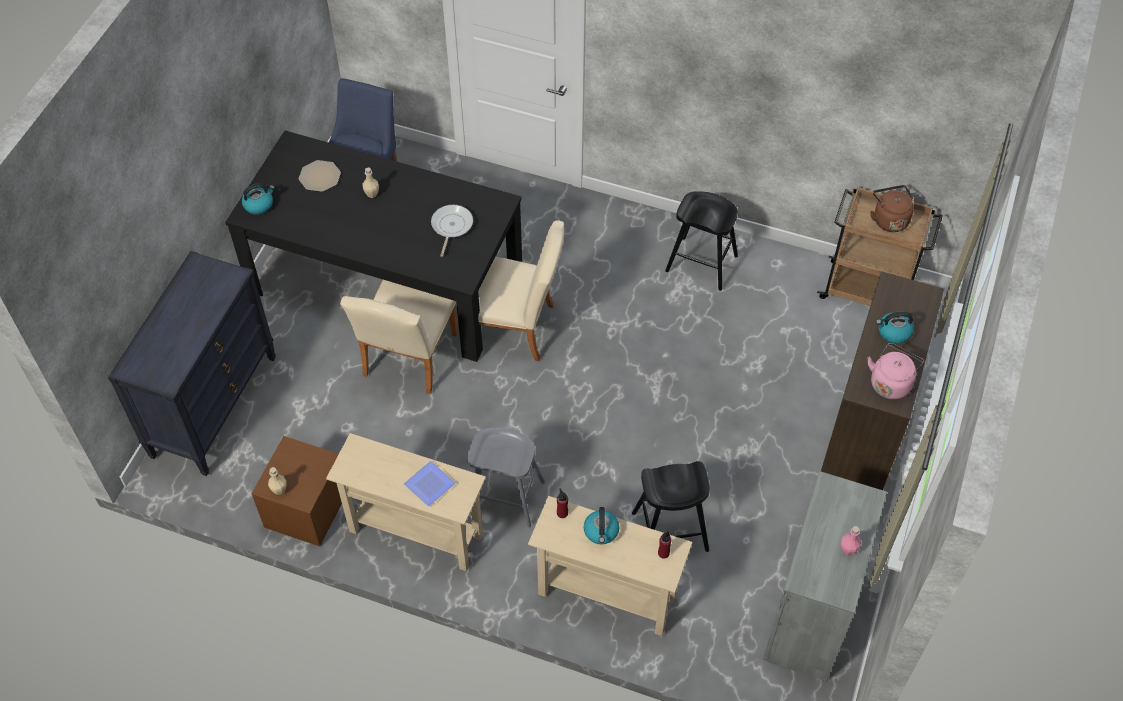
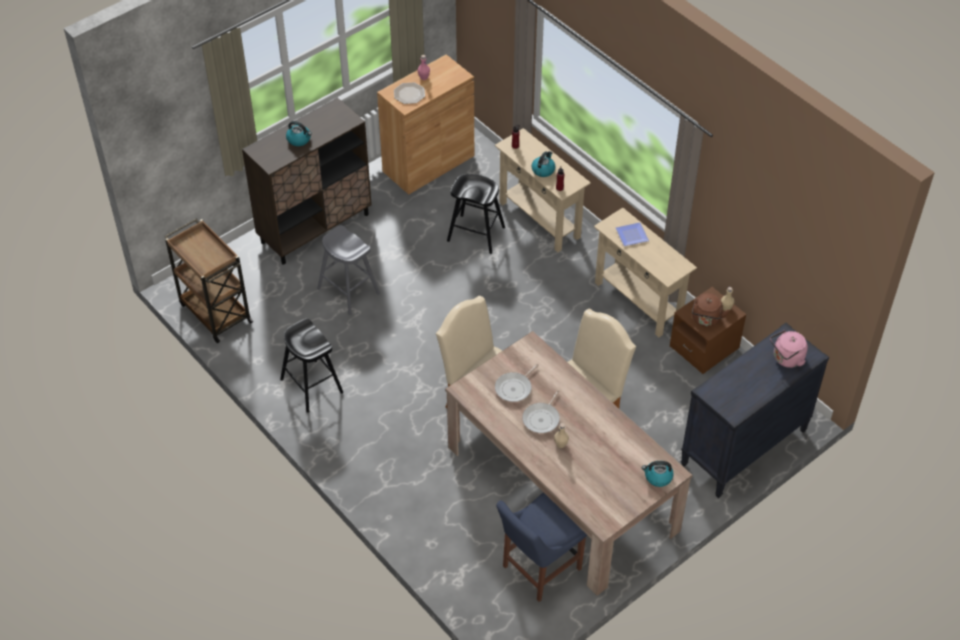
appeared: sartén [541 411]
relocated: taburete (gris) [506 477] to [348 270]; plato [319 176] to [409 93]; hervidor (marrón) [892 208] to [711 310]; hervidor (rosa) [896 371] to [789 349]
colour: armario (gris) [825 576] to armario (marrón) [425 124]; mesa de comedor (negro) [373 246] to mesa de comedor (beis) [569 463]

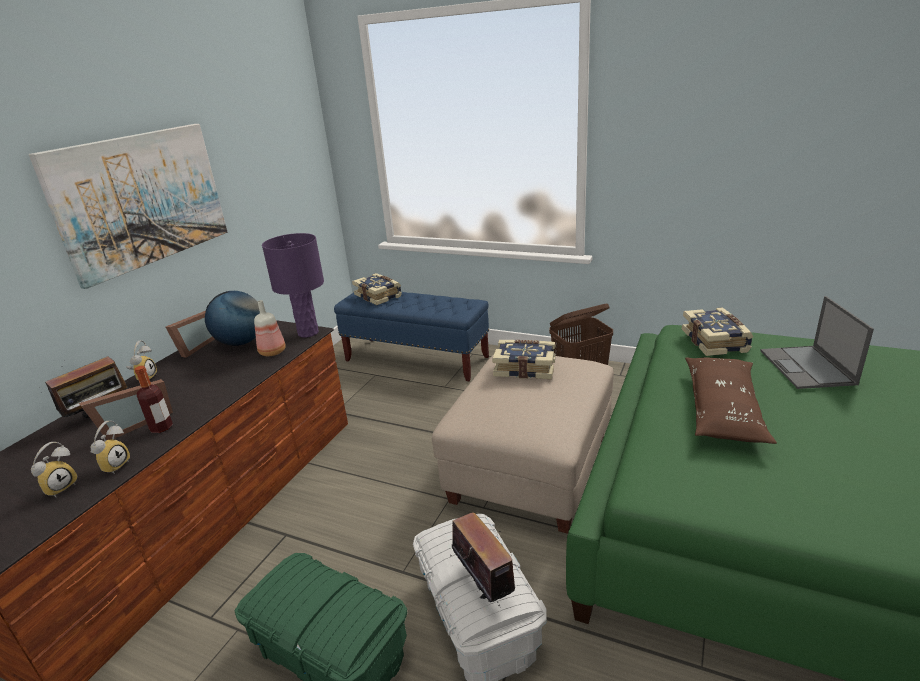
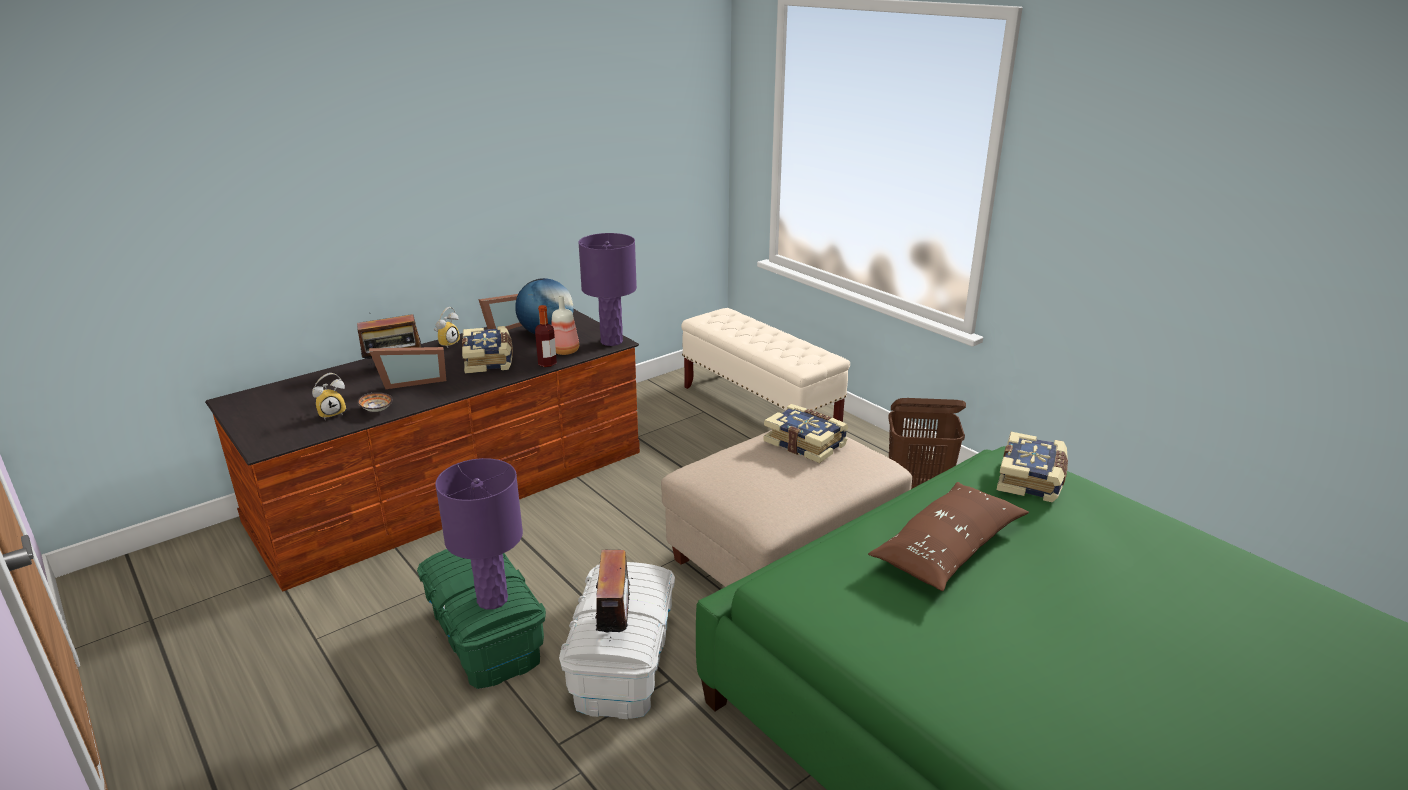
missing: cuadro [128 206]; portátil [817 342]
appeared: lámpara de mesa (morado) [479 534]
relocated: libro [377 289] to [487 350]; botella [154 399] to [546 336]
exchanged: despertador [110 447] to cuenco [375 402]
colour: banco (azul) [411 336] to banco (beis) [765 365]

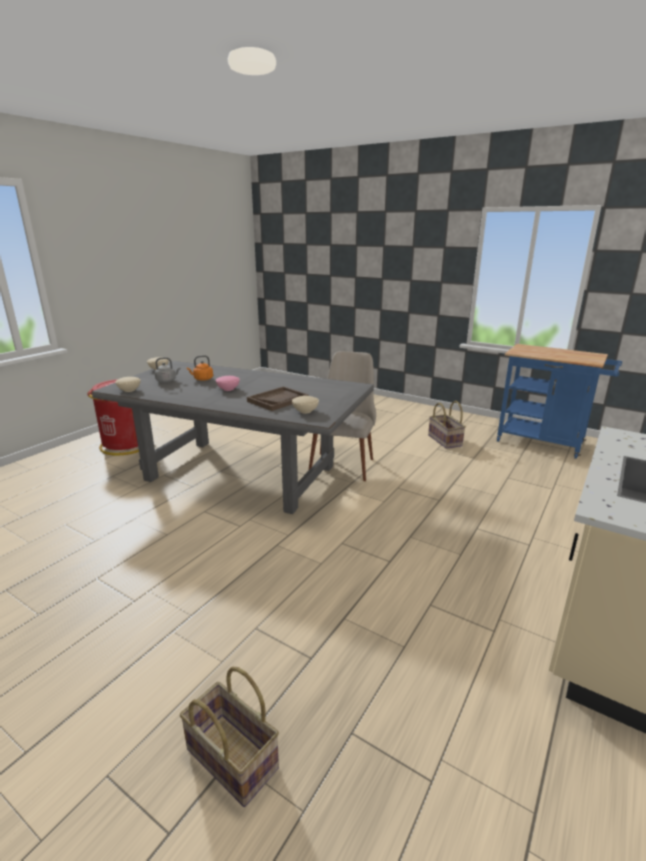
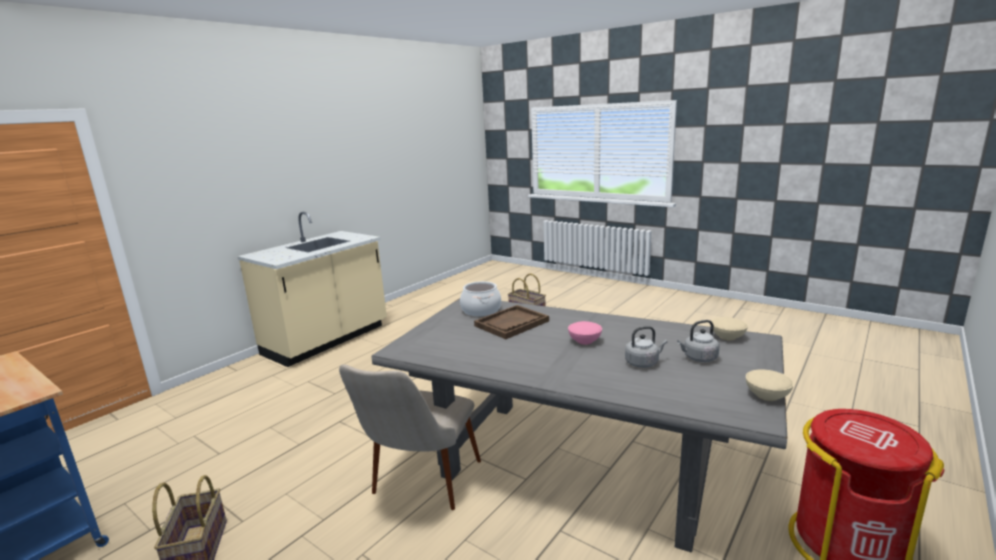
exchanged: cuenco (beis) [305 405] to olla [480 298]
colour: hervidor (naranja) [200 368] to hervidor (gris) [646 347]

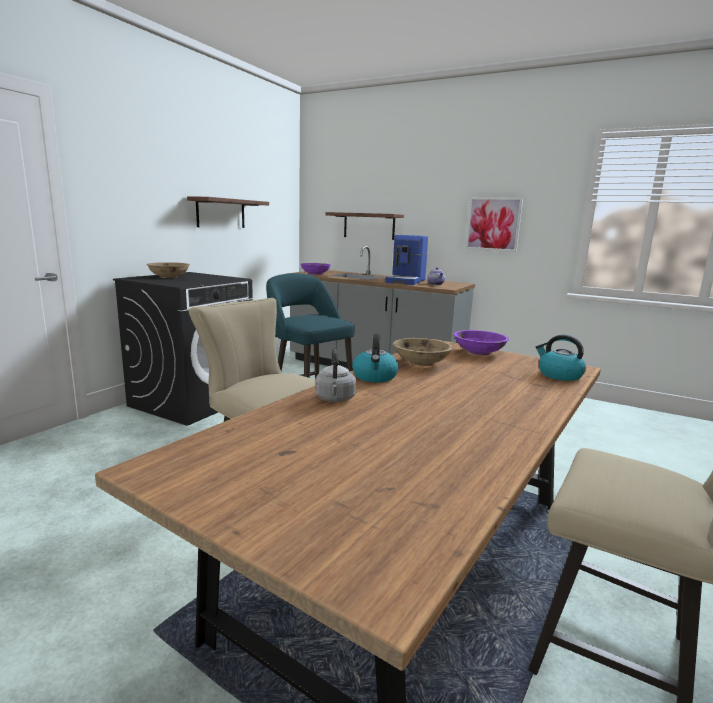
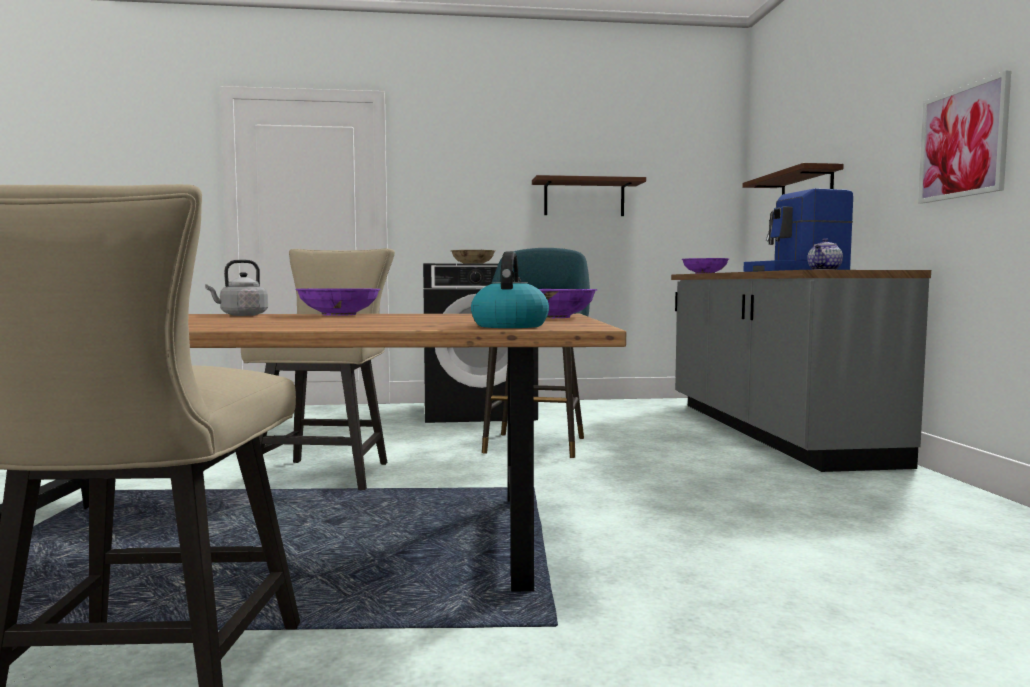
missing: cuenco (beis) [423 352]
exchanged: hervidor [375 358] to cuenco (morado) [338 302]

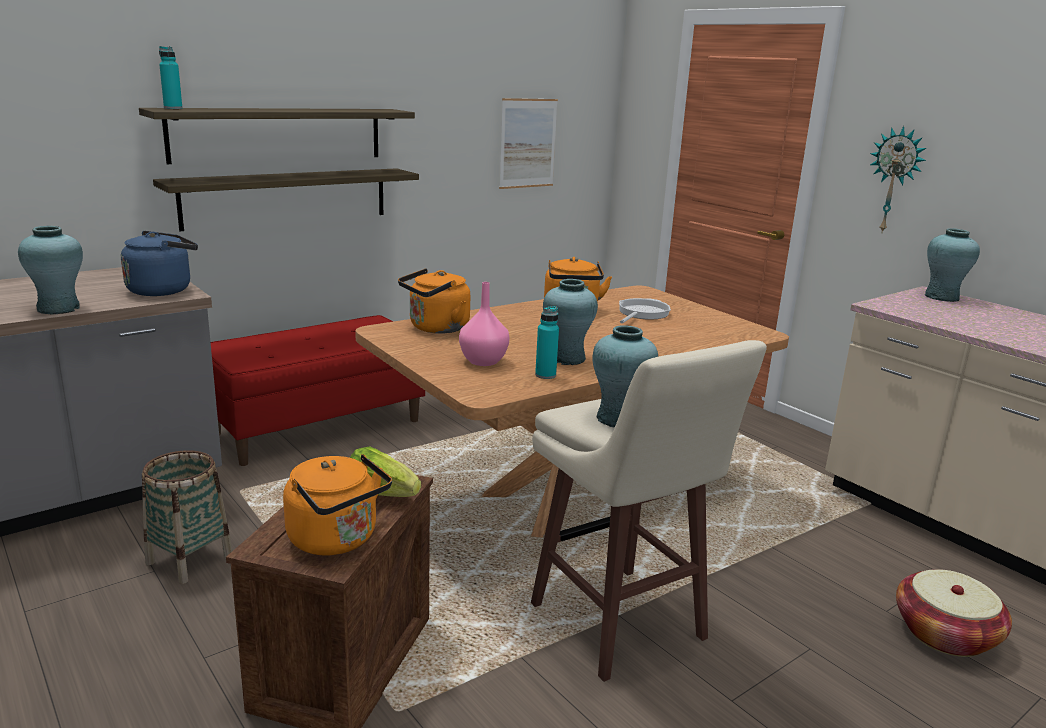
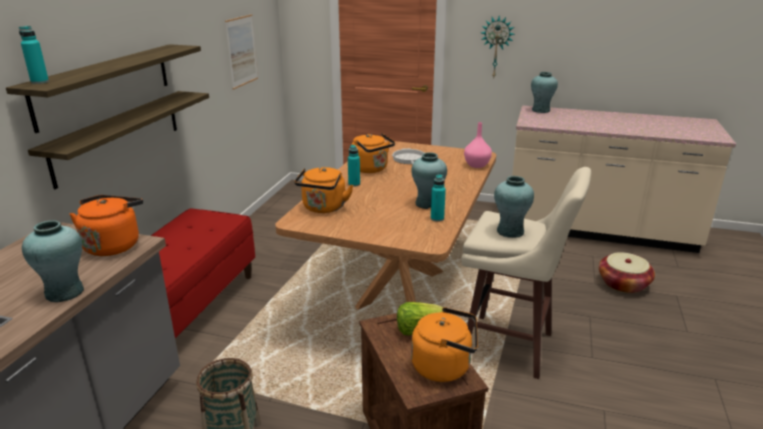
appeared: botella (turquesa) [354 166]
relocated: florero (rosa) [484 324] to [478 145]
colour: hervidor (azul) [159 263] to hervidor (naranja) [106 225]

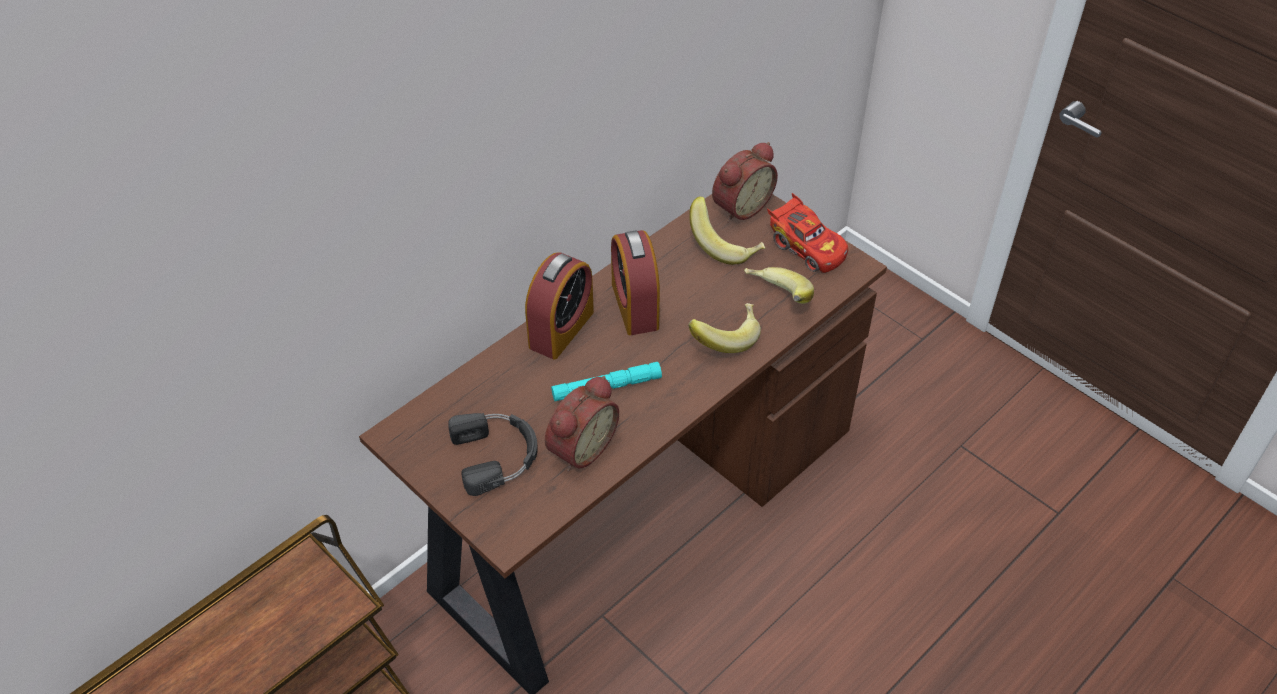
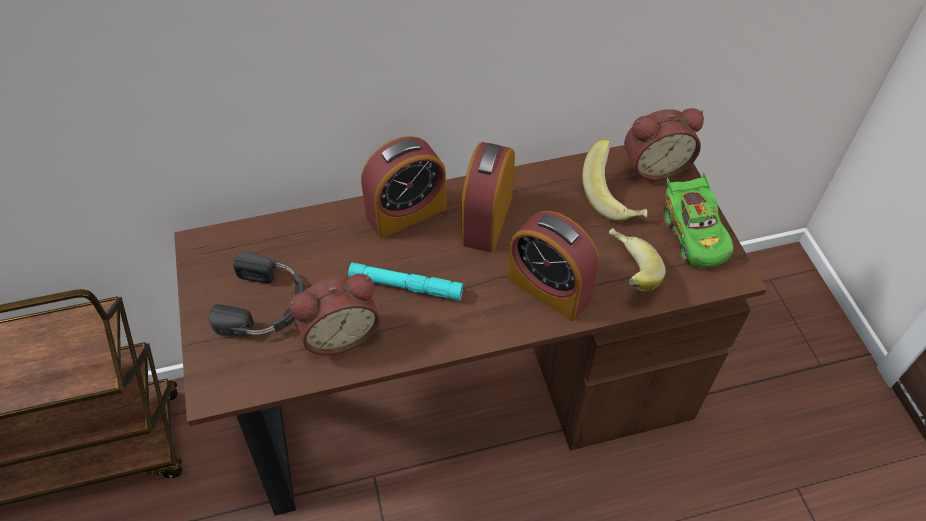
exchanged: plátano [724 328] to despertador [554 266]
colour: coche de juguete (rojo) [807 233] to coche de juguete (verde) [698 220]

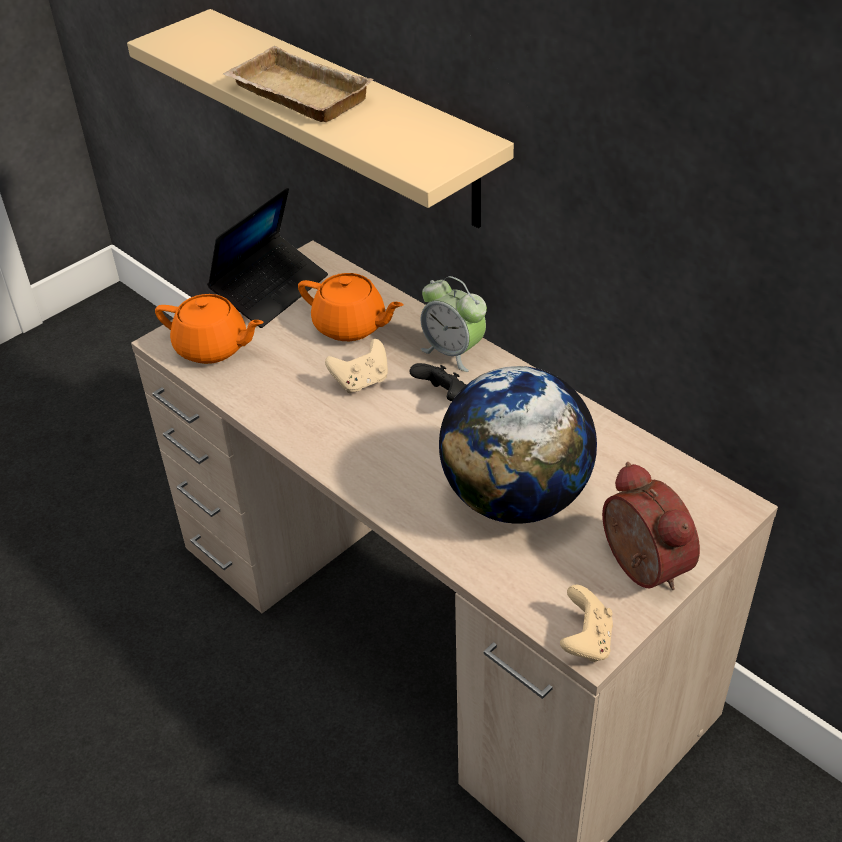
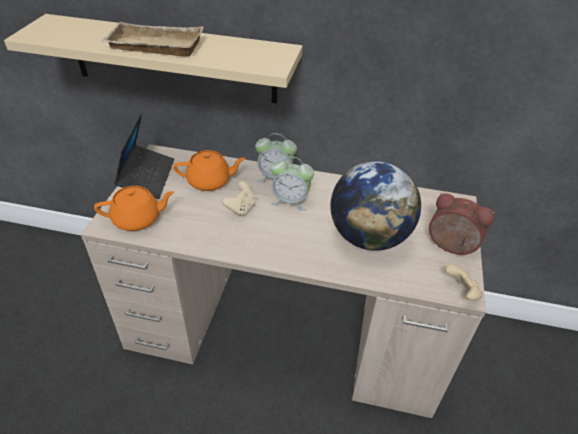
exchanged: mando de consola (negro) [438 382] to despertador [292 183]

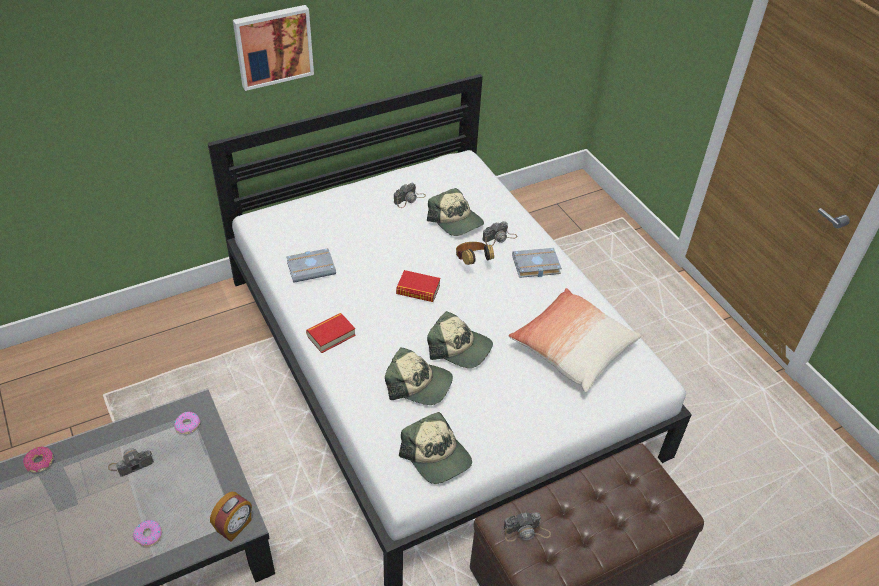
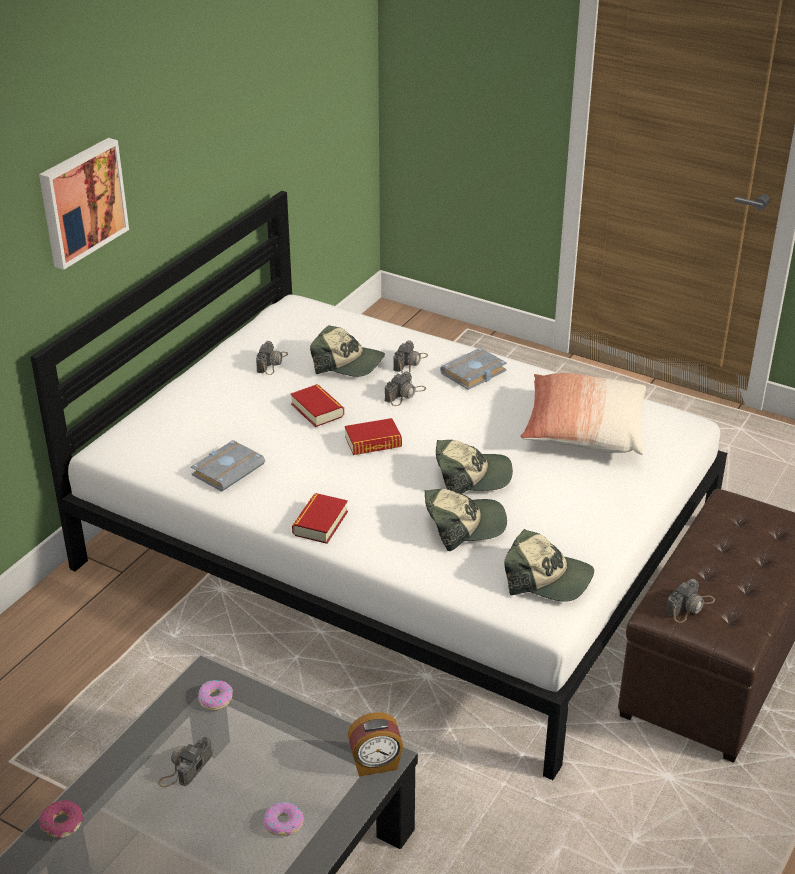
appeared: libro [317 405]
exchanged: auriculares [475 253] to cámara [405 388]
spun: despertador [231 517] = [375 744] 75 degrees clockwise

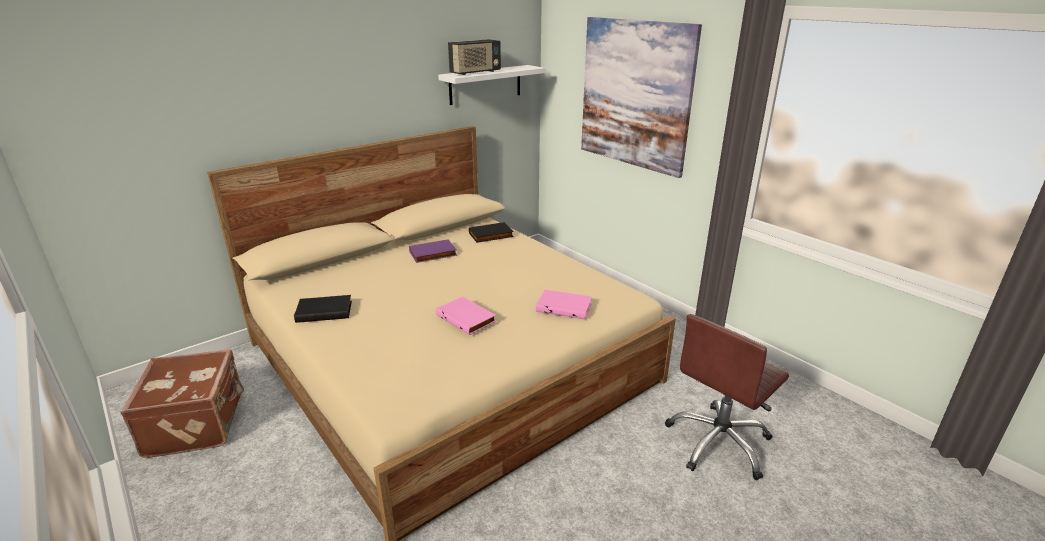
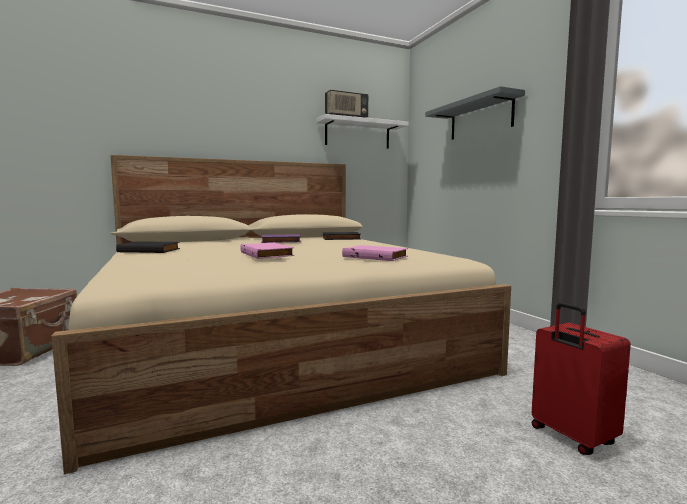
exchanged: cuadro [641 97] to estante (gris) [475 113]; silla de oficina (marrón) [727 397] to maleta (rojo) [581 378]

